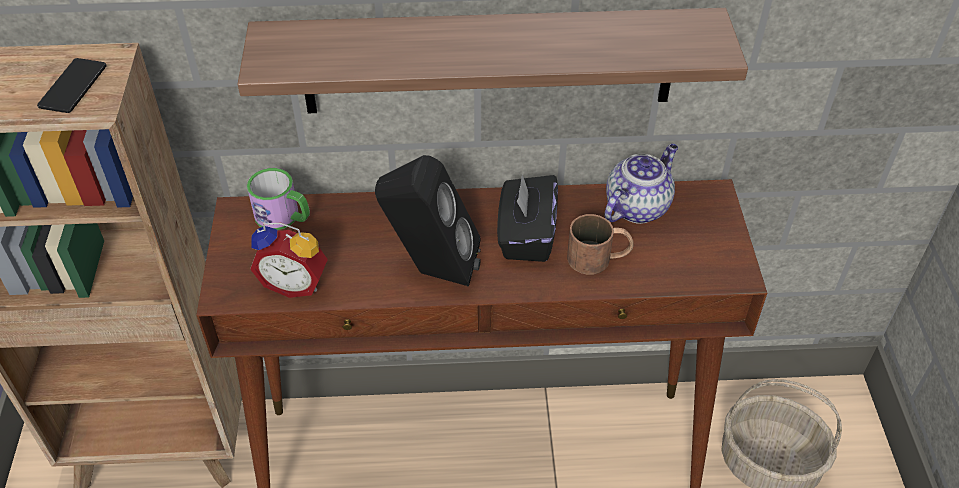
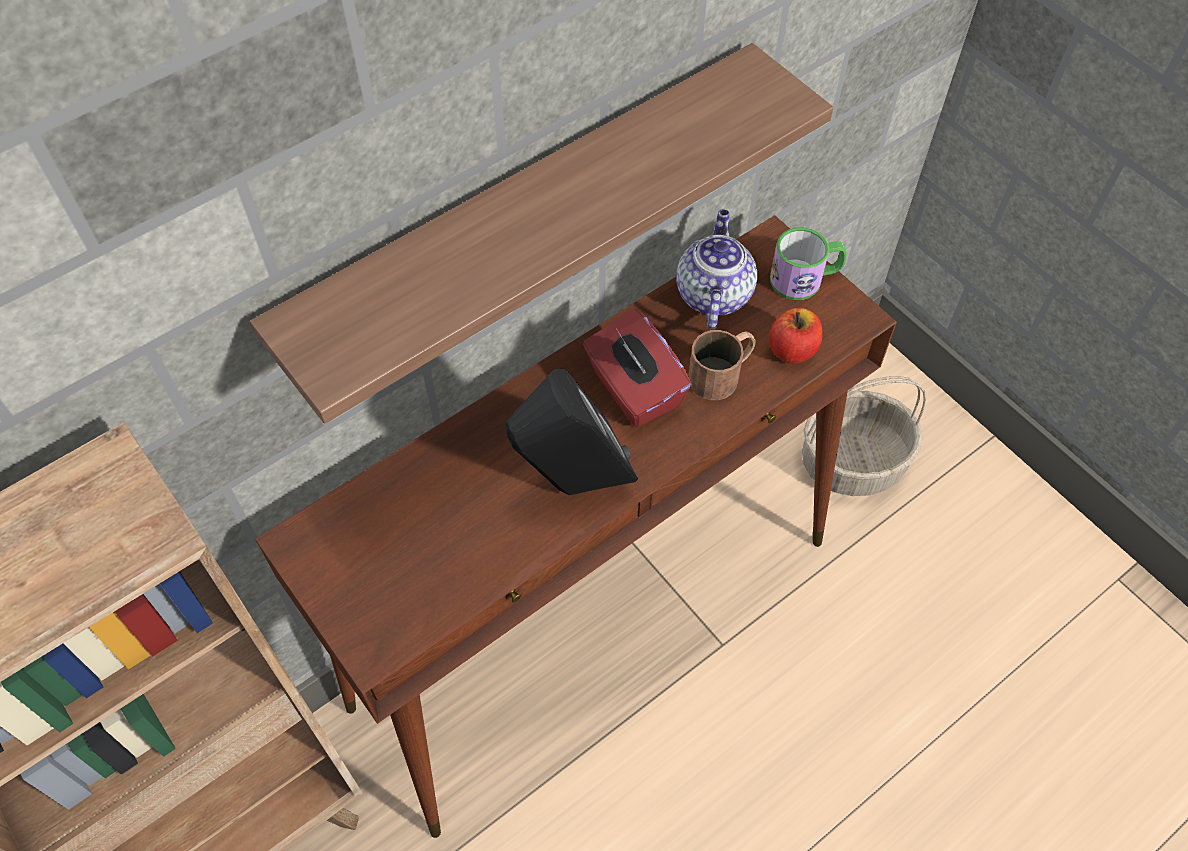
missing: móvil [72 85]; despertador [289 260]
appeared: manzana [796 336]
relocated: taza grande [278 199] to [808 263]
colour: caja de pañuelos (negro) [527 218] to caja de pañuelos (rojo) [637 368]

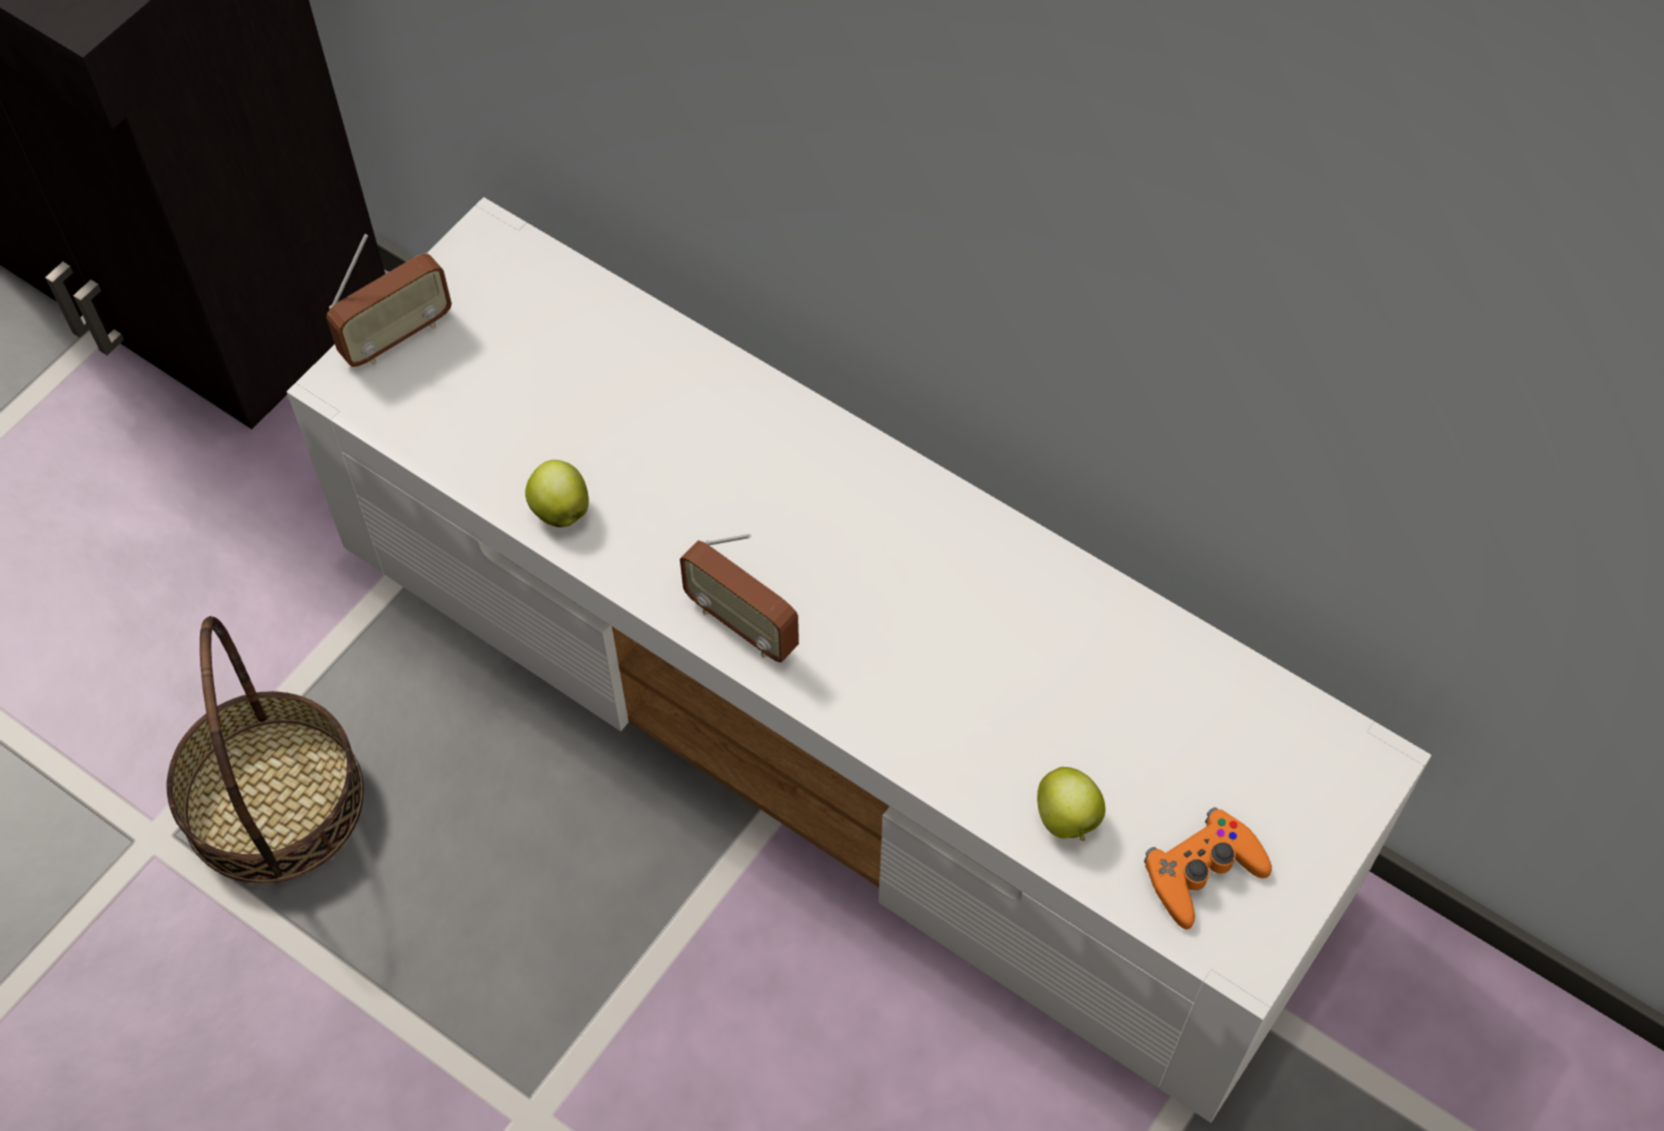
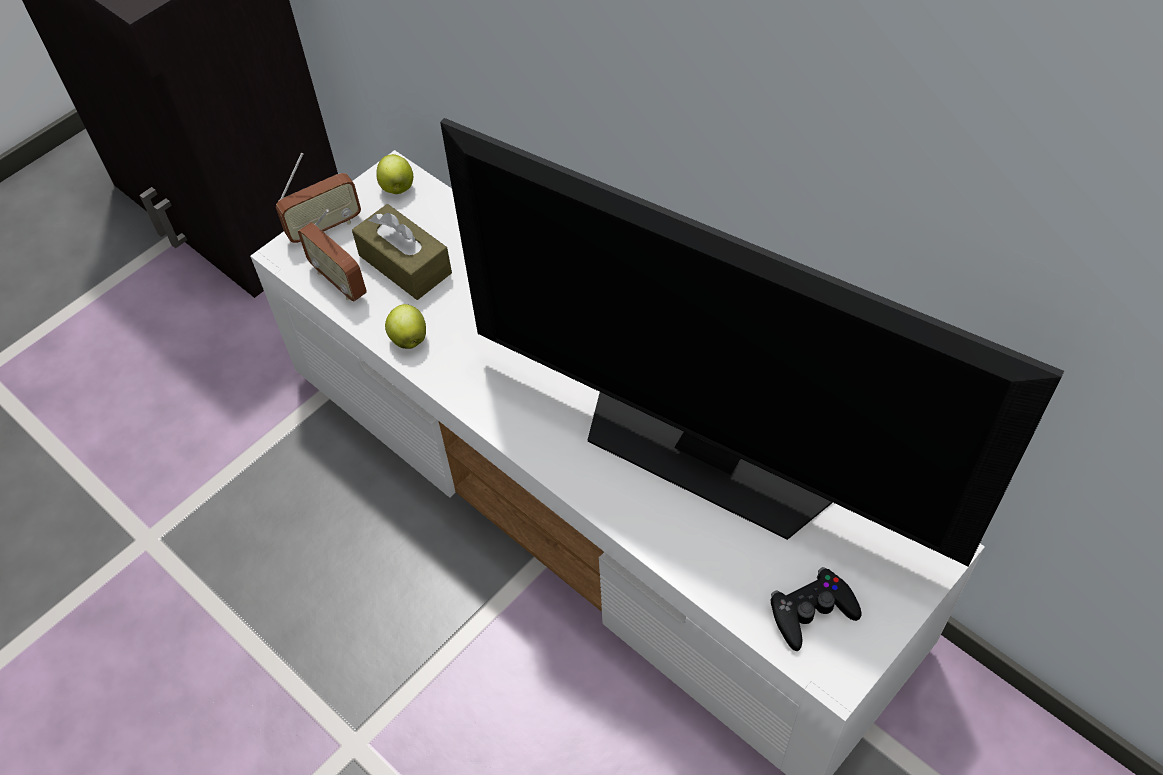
missing: cesta [265 750]
appeared: caja de pañuelos (marrón) [402 252]; televisor [752 342]
relocated: radio [739 598] to [332 255]; manzana [1071 804] to [394 174]
colour: mando de consola (naranja) [1208 868] to mando de consola (negro) [815 609]

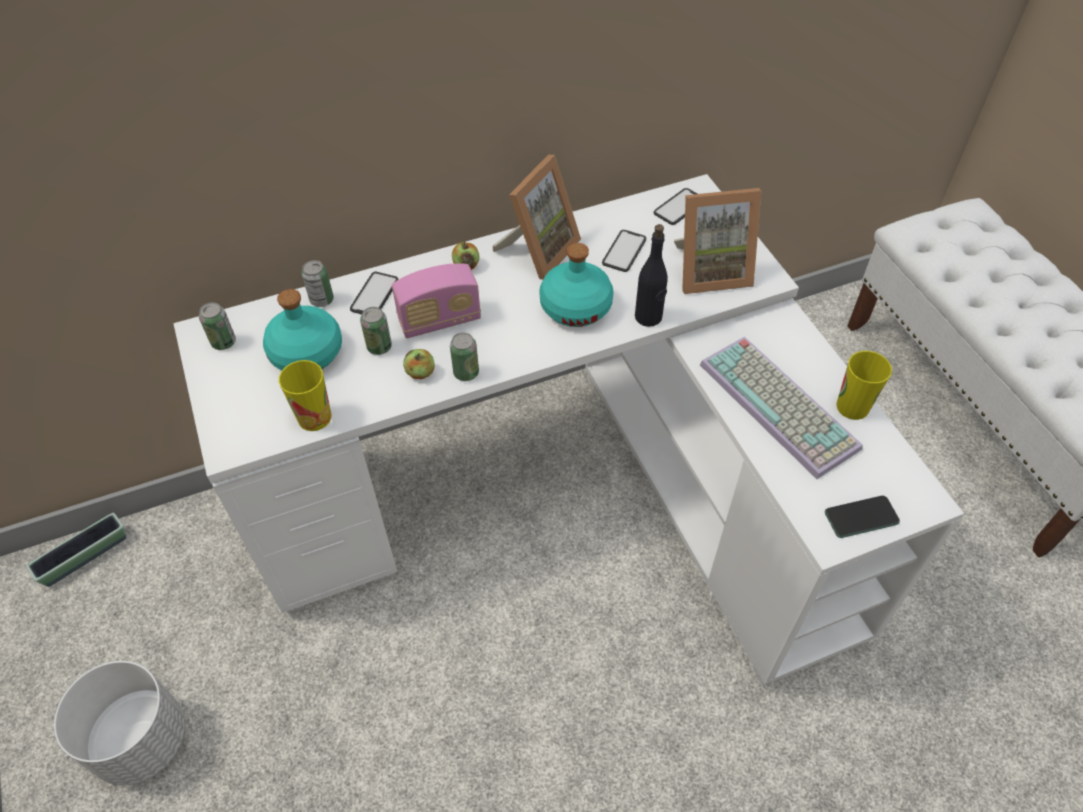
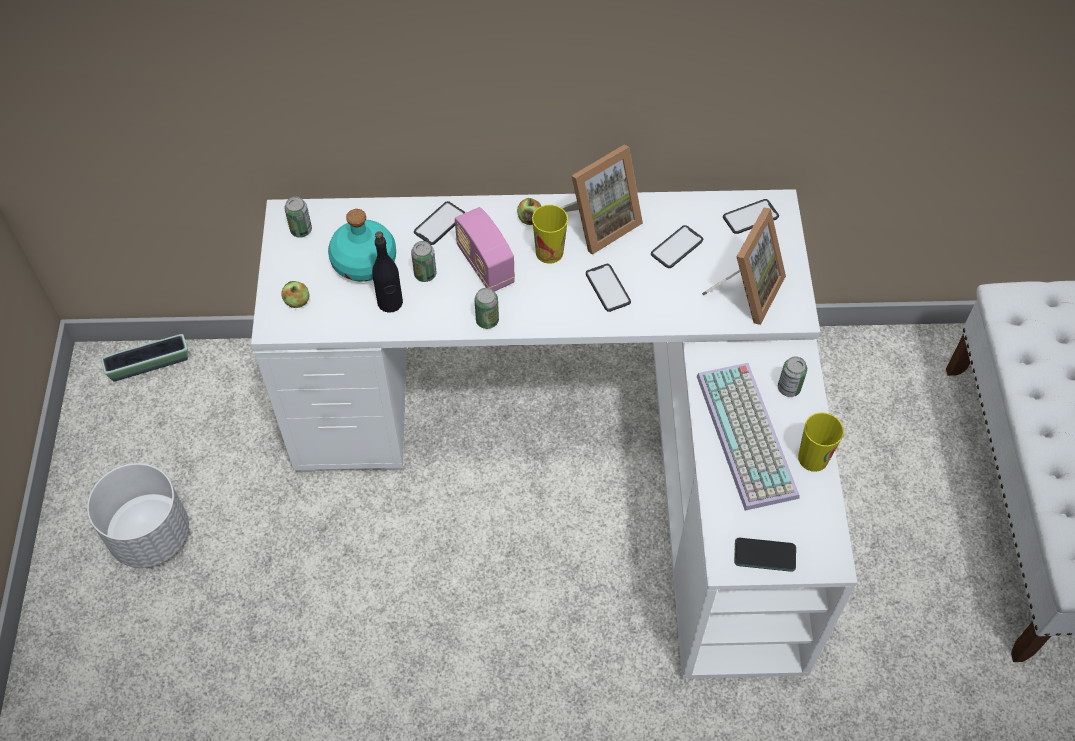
relocated: manzana [419 364] to [295 294]; botella (negro) [651 275] to [387 272]; taza [305 395] to [550 234]; lata [317 283] to [792 376]
exchanged: botella (turquesa) [576 285] to móvil [608 288]
spun: radio [436 300] = [485 249] 60 degrees clockwise; portarretratos [717 241] = [744 266] 75 degrees counterclockwise

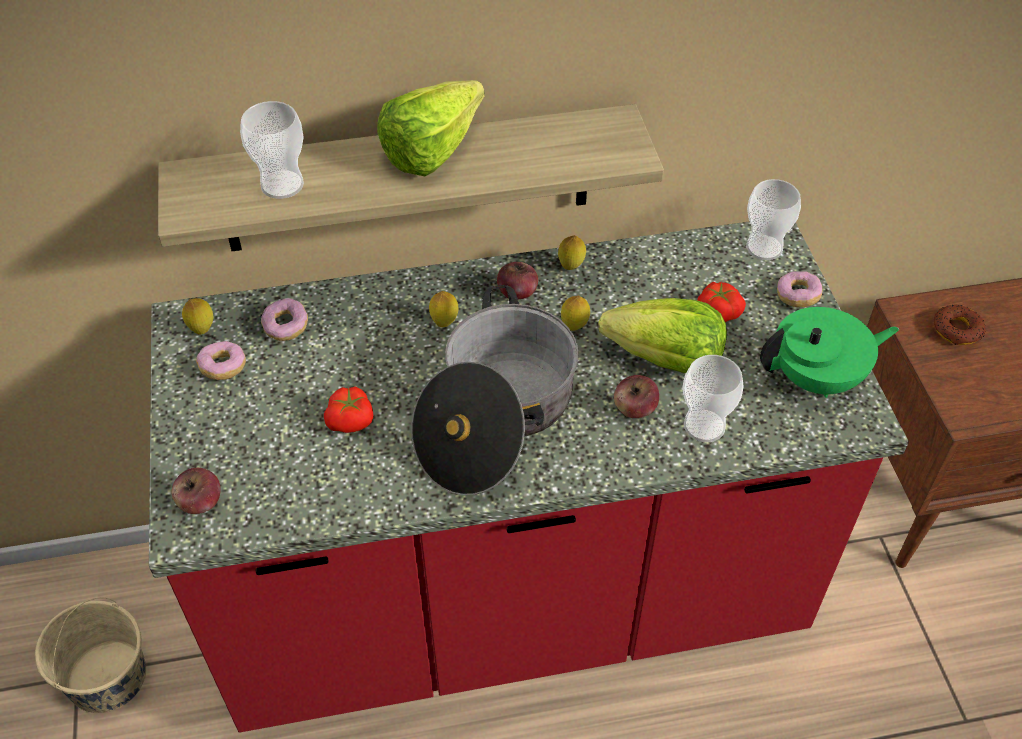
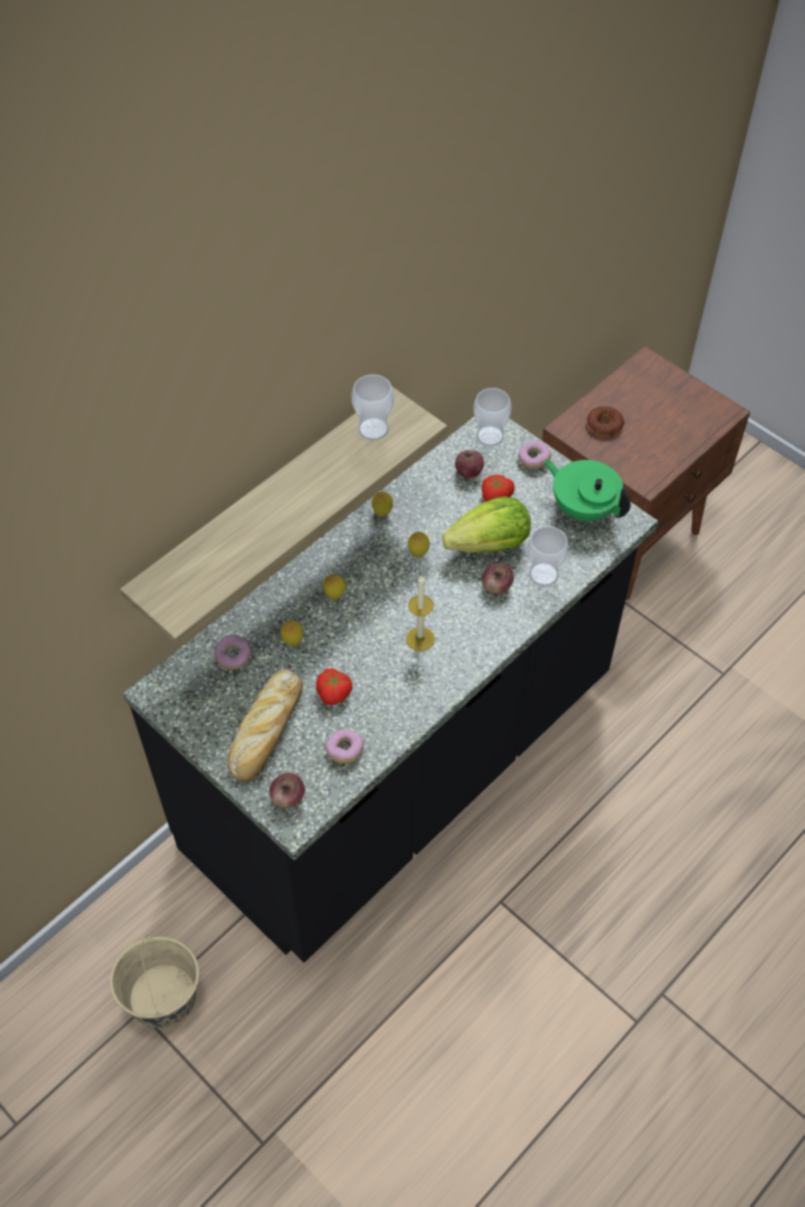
missing: lechuga [431 128]
appeared: pan [265 725]
relocated: limón [197 316] to [292 633]; rosquilla [221 360] to [344 746]; taza [272 150] to [373 407]; manzana [517 280] to [469 464]
exchanged: olla [495 390] to vela [420 613]
colour: mueble bajo de cocina (rojo) [529 477] to mueble bajo de cocina (negro) [391 689]
spun: tetera (verde) [829 352] = [587 490] 90 degrees counterclockwise

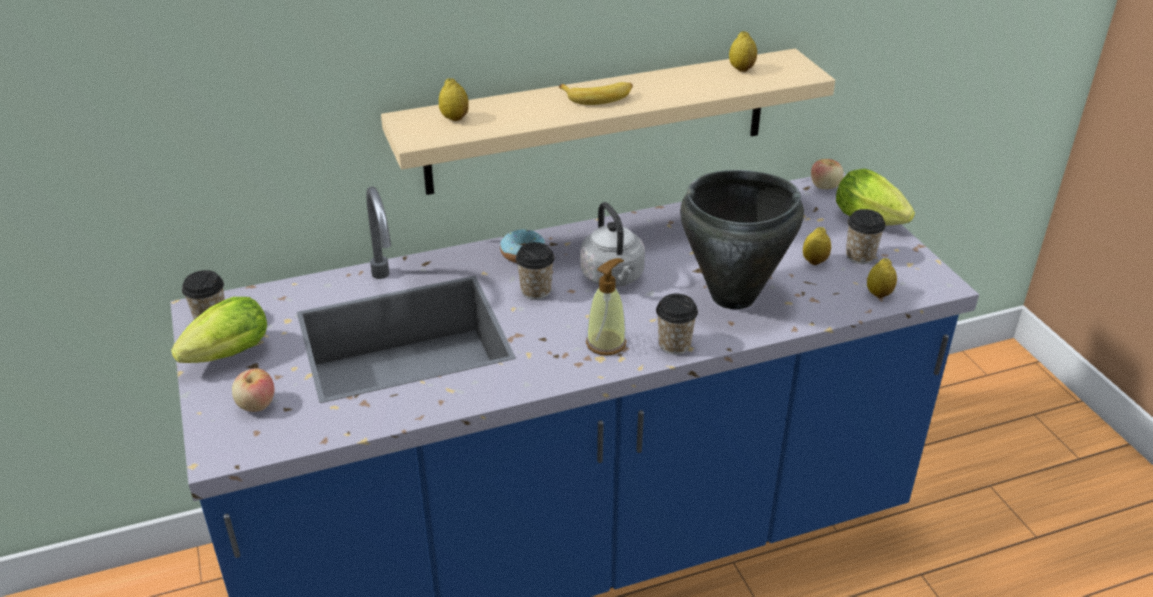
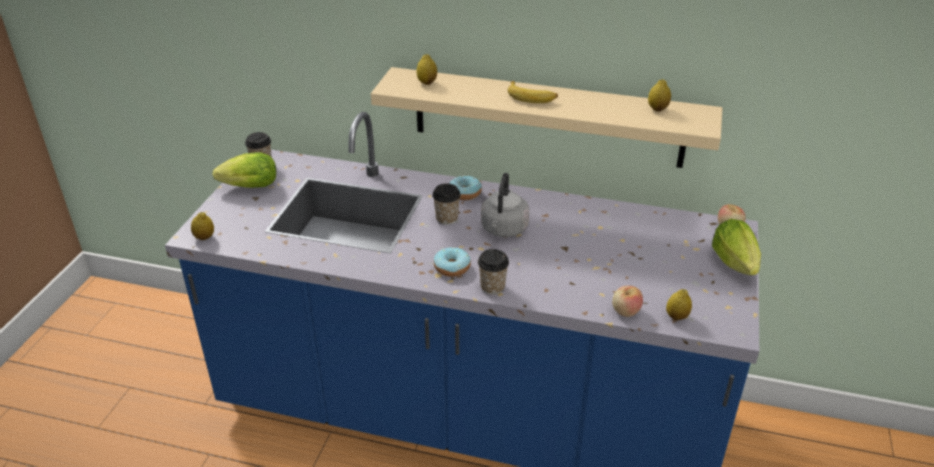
missing: olla (negro) [742 239]; taza [865 236]
relocated: limón [817 246] to [202 226]; manzana [253 390] to [627 301]
exchanged: dispensador de jabón [606 307] to rosquilla [452 262]

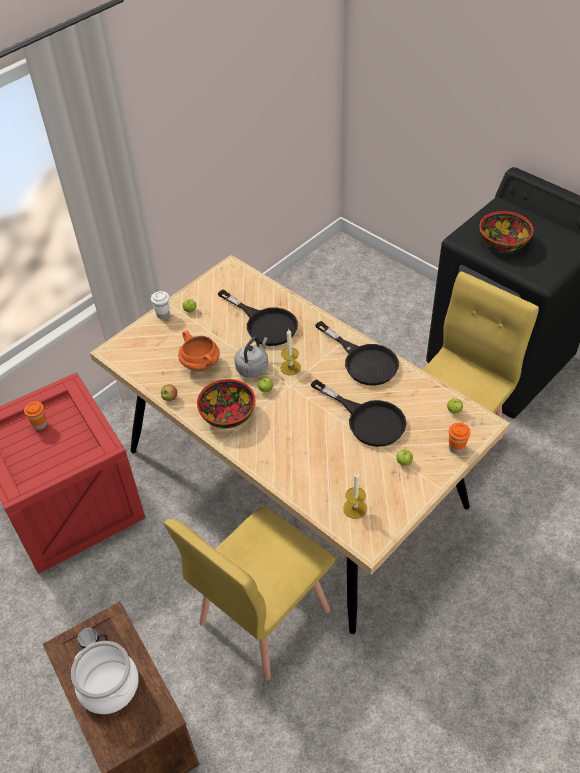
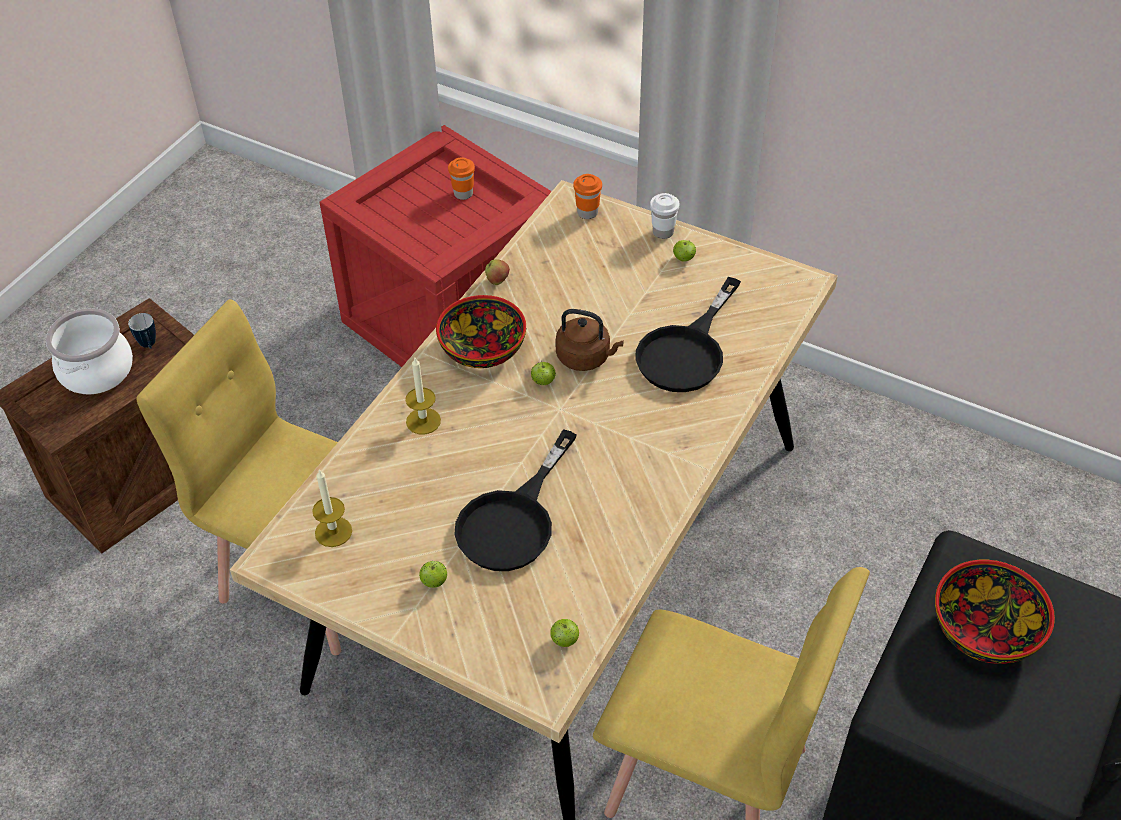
missing: olla (naranja) [199 351]; sartén (negro) [357 353]
relocated: vela [290 352] to [423 396]; taza (naranja) [460 438] to [587 196]
colour: hervidor (gris) [251 357] to hervidor (marrón) [589 340]

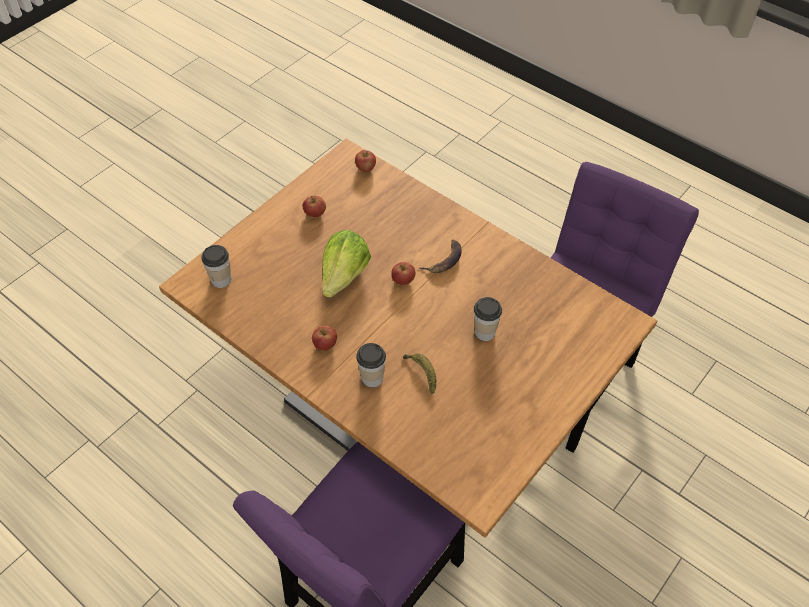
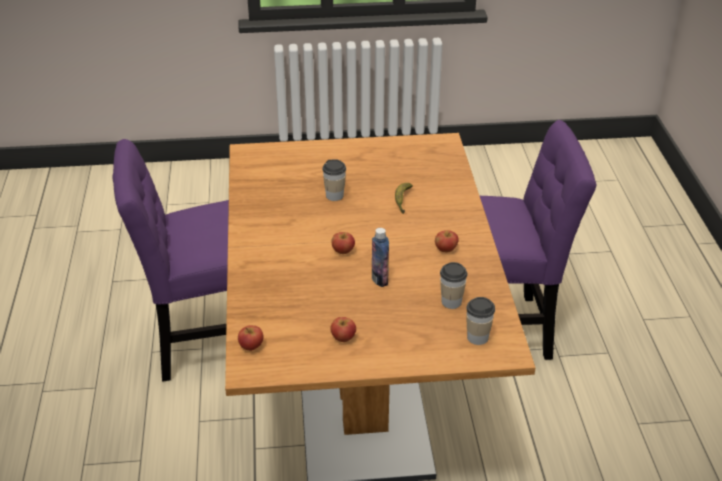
missing: plátano [441 256]
relocated: taza [371 365] to [454 285]
exchanged: lechuga [346 264] to botella [380 257]

